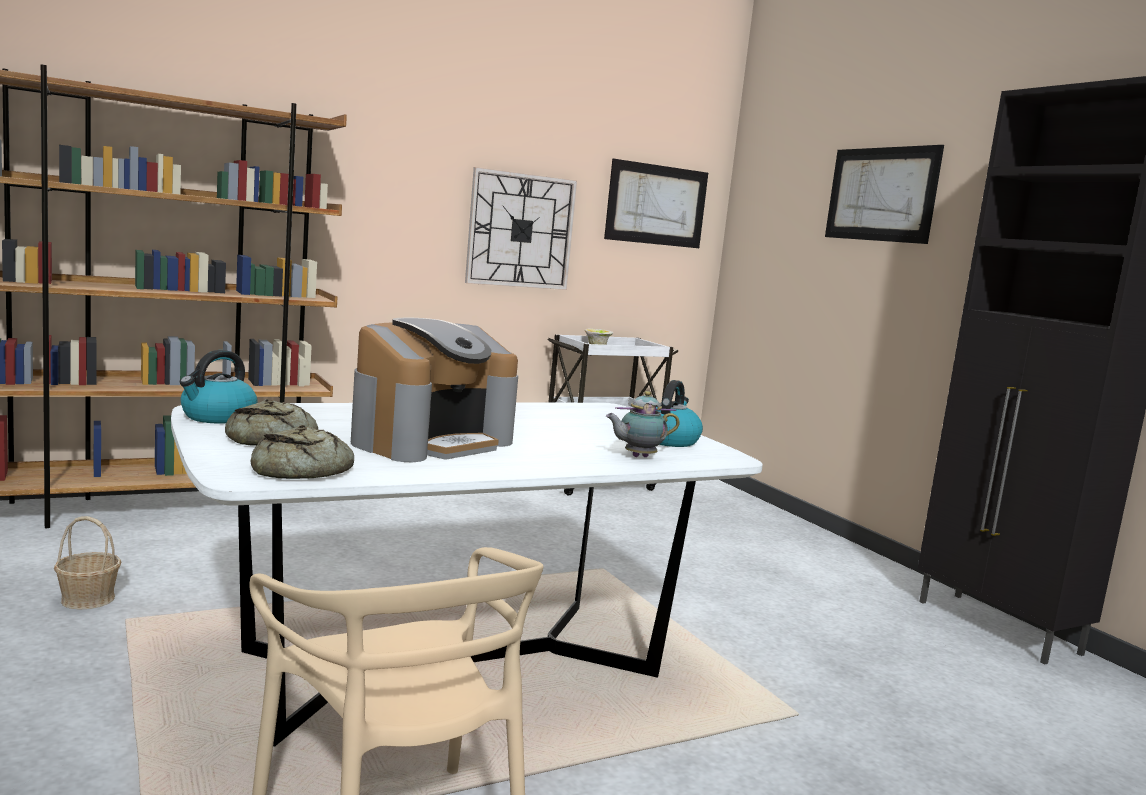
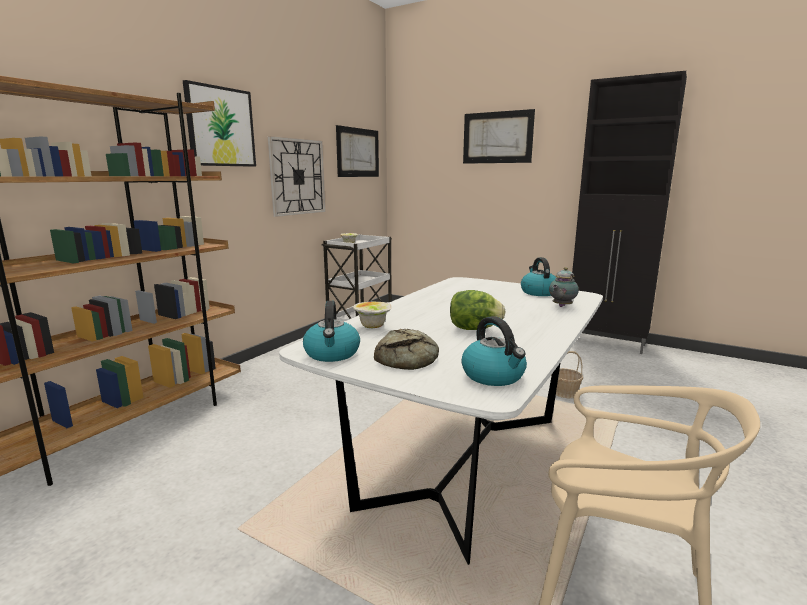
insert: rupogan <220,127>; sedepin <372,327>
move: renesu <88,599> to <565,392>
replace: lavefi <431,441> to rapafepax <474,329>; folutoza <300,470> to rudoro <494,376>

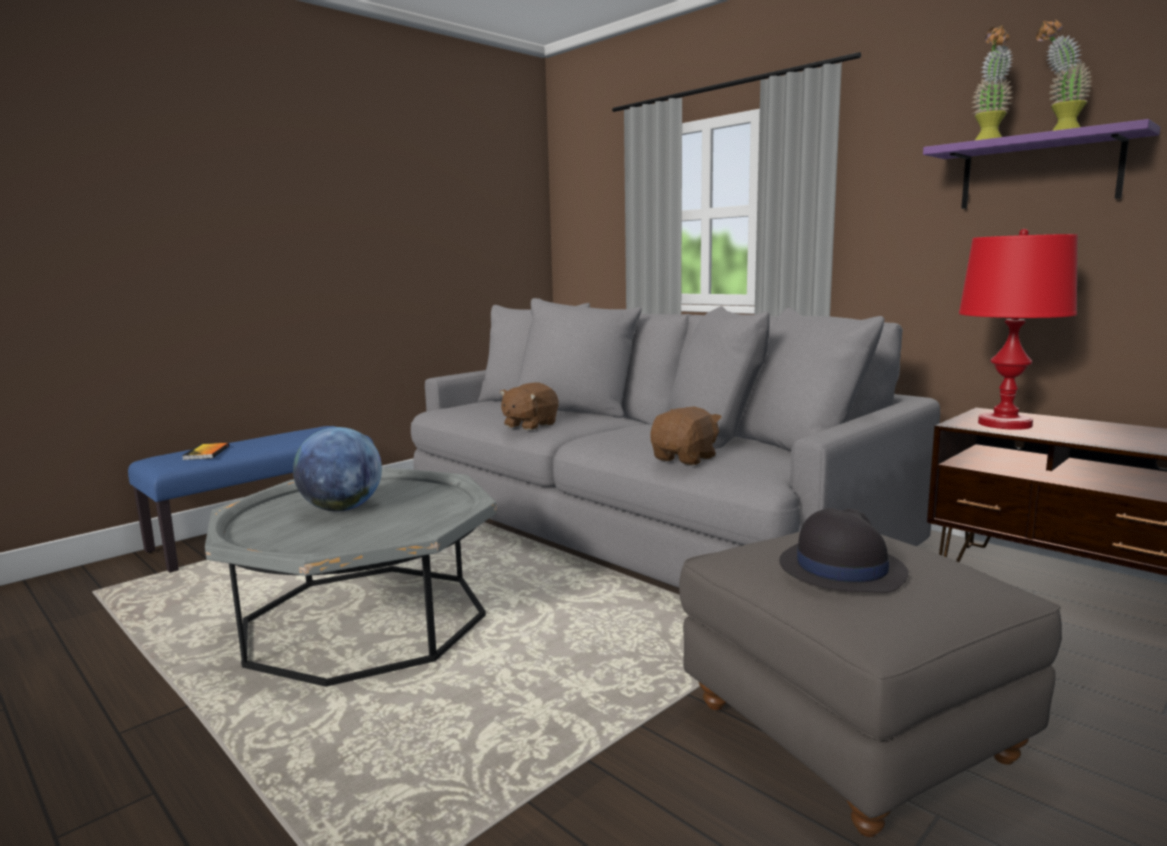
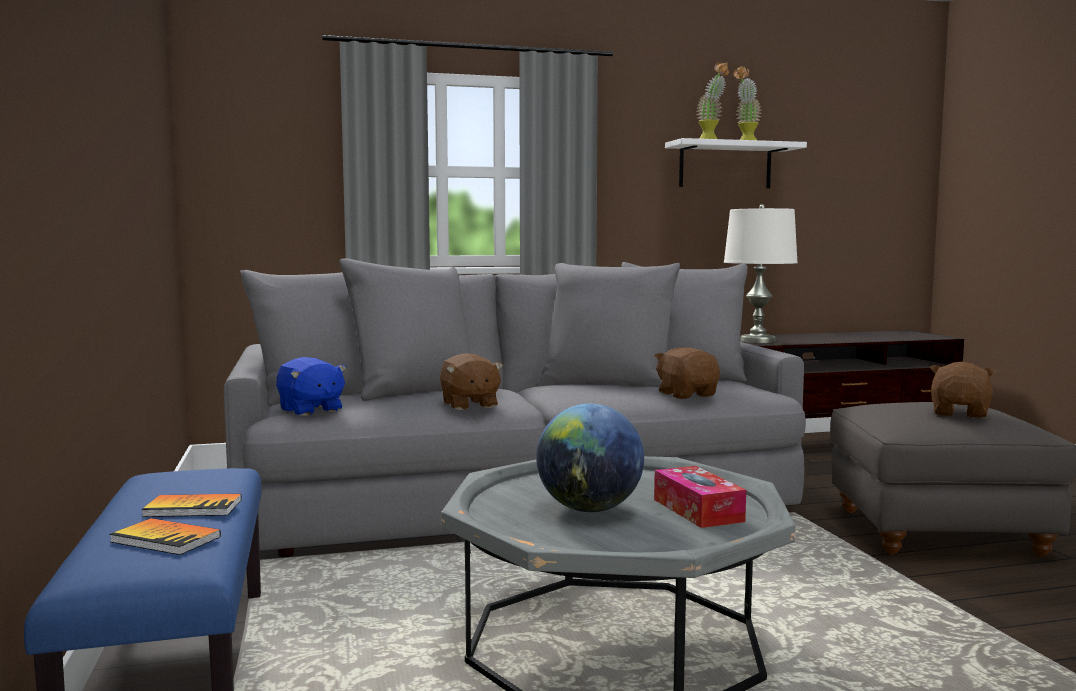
insert: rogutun <193,508>; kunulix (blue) <310,410>; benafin <697,510>
replace: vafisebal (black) <840,568> to kunulix (brown) <960,413>
recolor: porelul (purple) <1039,172> to porelul (white) <725,166>; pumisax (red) <1004,424> to pumisax (white) <757,341>

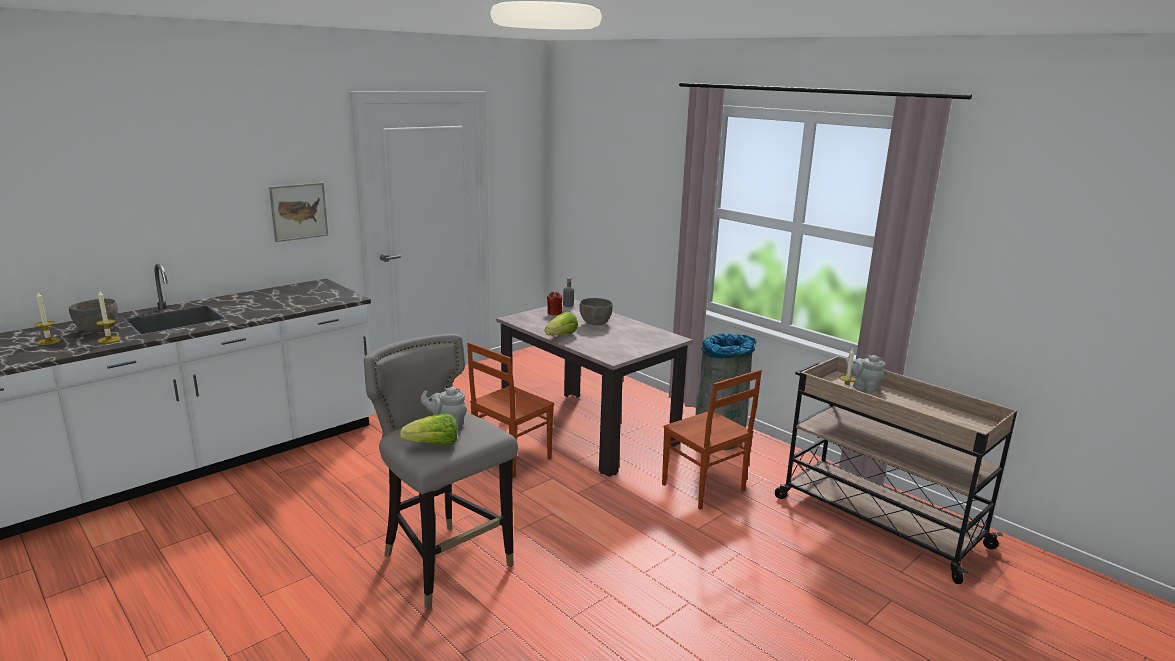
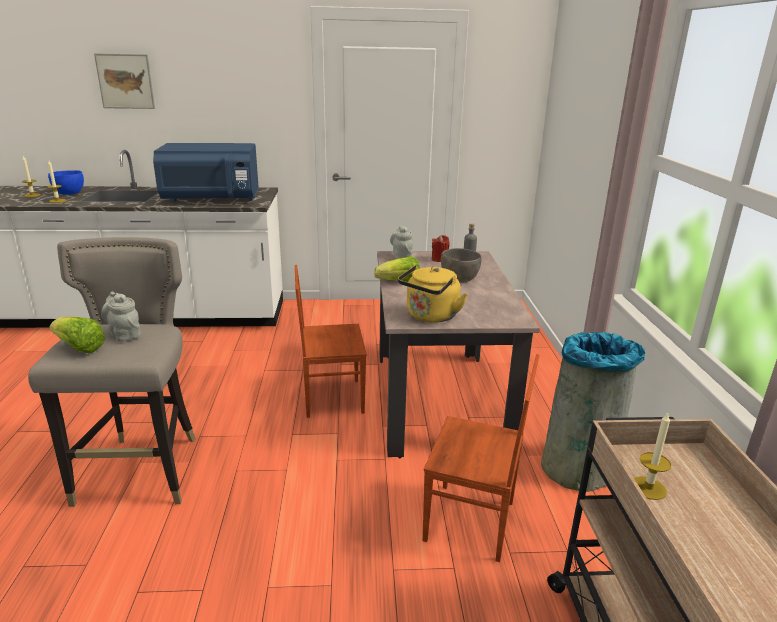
insert: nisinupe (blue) <212,199>; rudoro (yellow) <430,316>
move: rupogan <299,211> to <125,81>; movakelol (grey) <863,387> to <401,257>
recolor: sedepin (grey) <98,330> to sedepin (blue) <69,194>
rotate: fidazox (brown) <703,488> = <471,522> 75 degrees counterclockwise

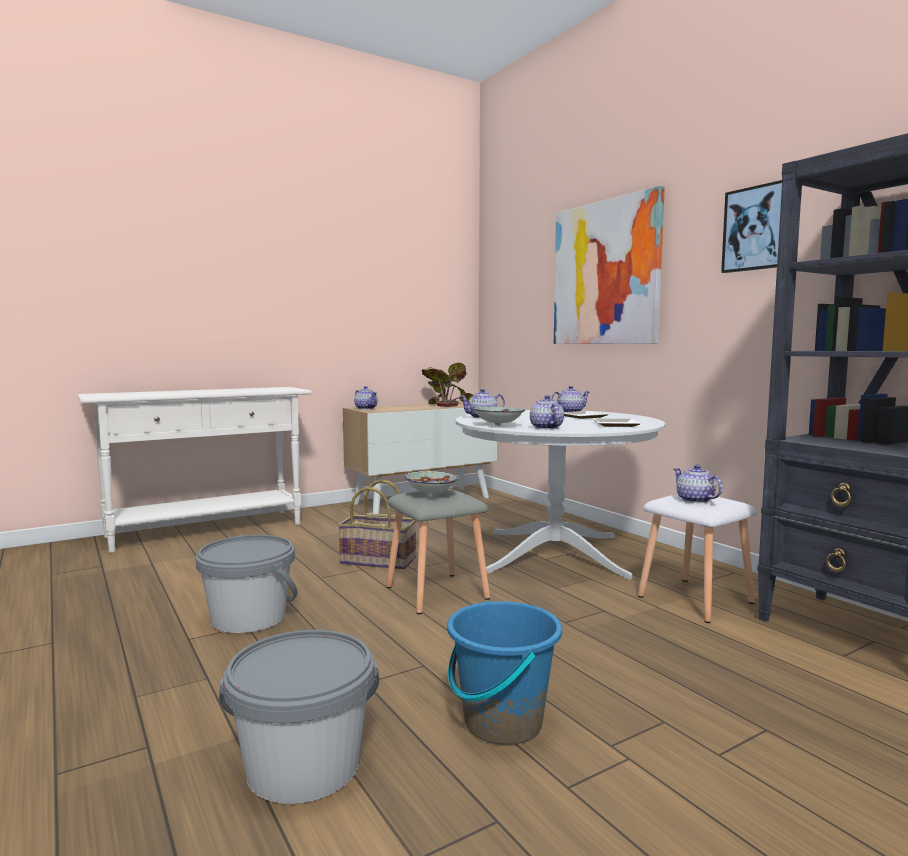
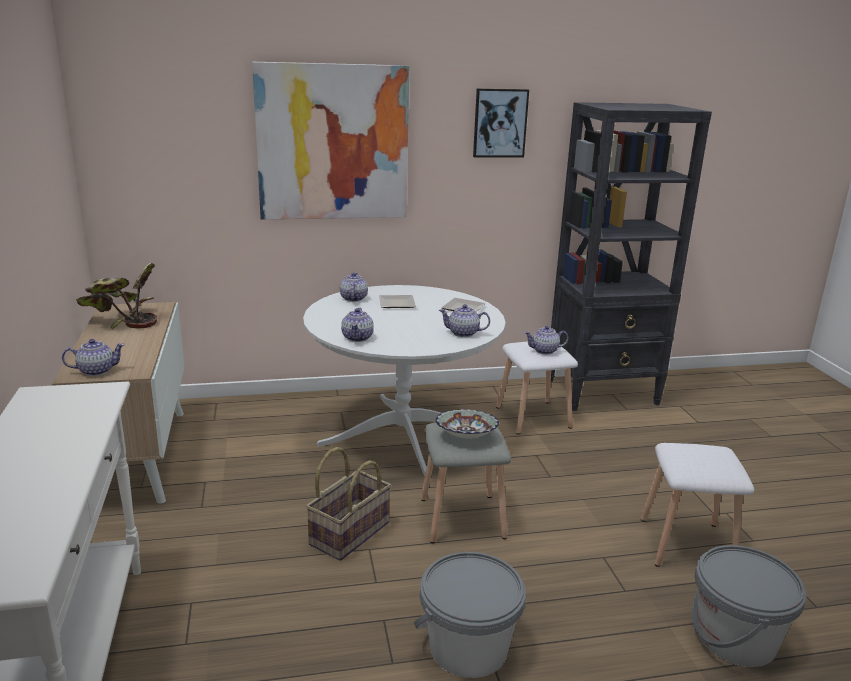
delete: sedepin <497,425>
replace: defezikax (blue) <502,723> to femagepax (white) <688,543>

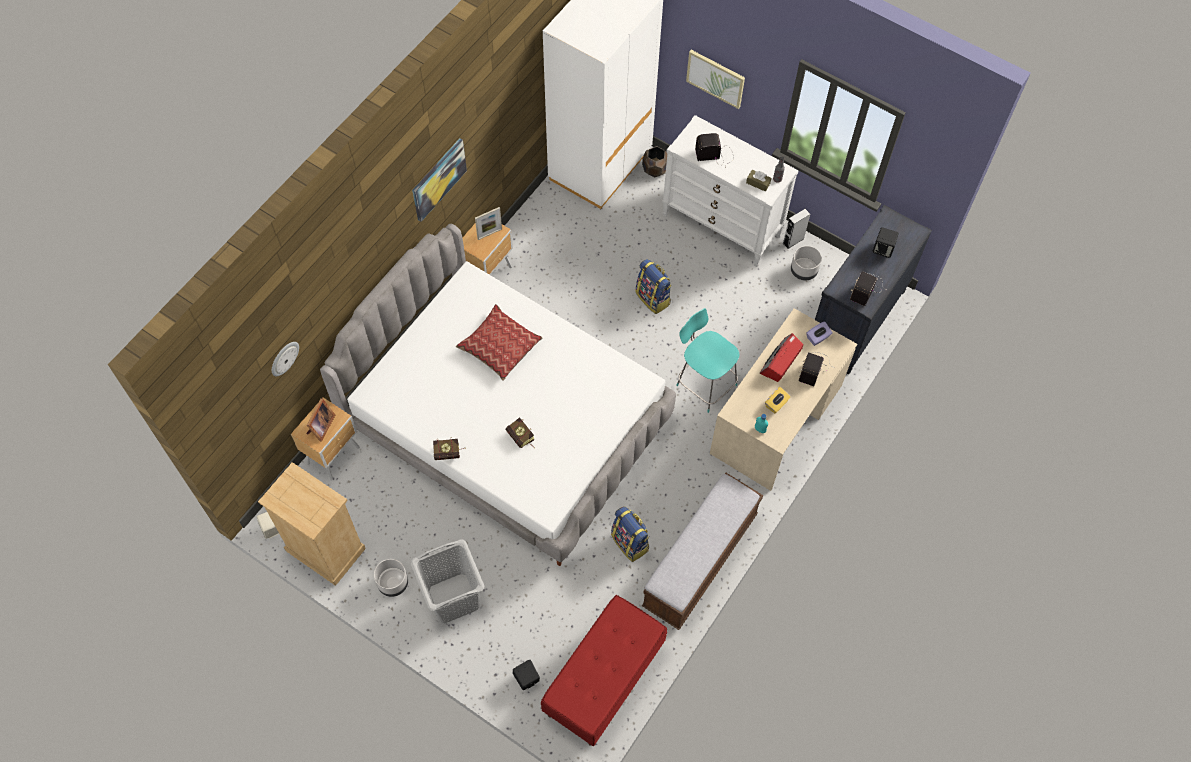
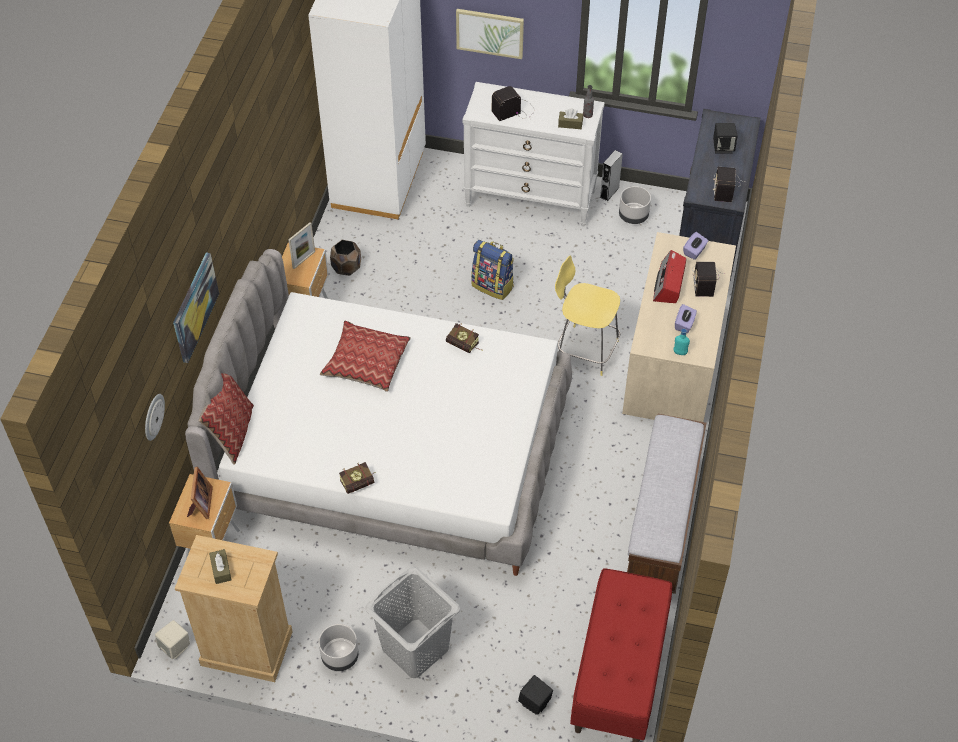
delete: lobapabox <630,542>
insert: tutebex <232,433>; benafin (brown) <221,569>
move: rupogan <438,179> to <194,307>; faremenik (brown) <655,169> to <347,267>; rogutun <522,439> to <465,346>
recolor: femagepax (turquoise) <705,383> to femagepax (yellow) <585,349>; benafin (yellow) <776,404> to benafin (purple) <684,324>

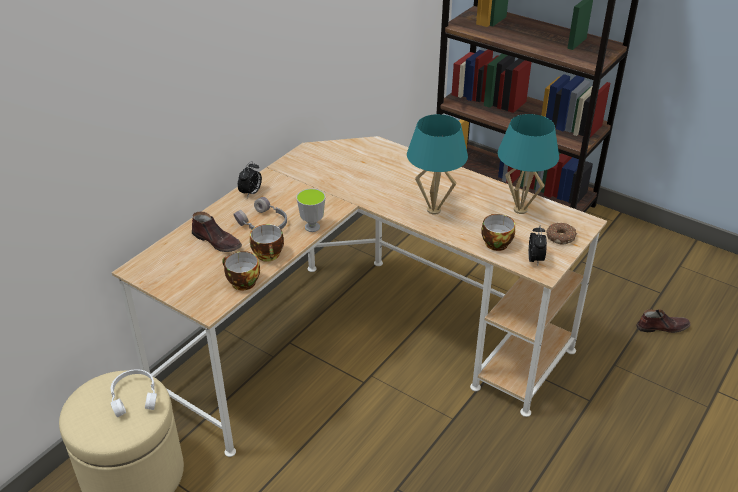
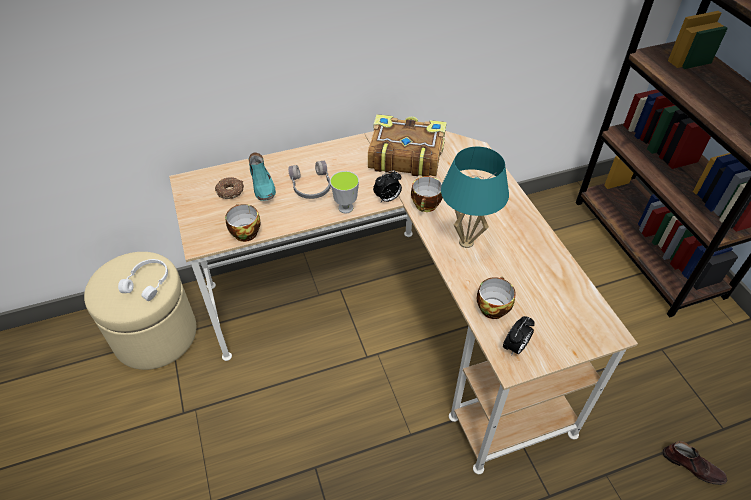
delete: pumisax (turquoise) <520,210>
insert: rogutun <405,155>
move: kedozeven <560,237> to <231,191>; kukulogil <251,193> to <387,199>; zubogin <269,255> to <426,206>
recolor: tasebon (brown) <217,241> to tasebon (turquoise) <263,185>

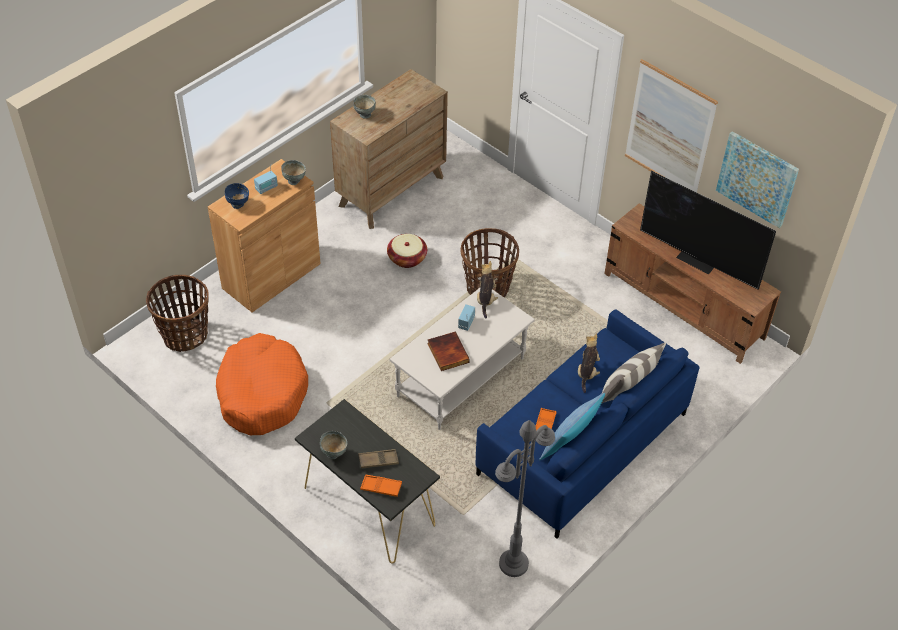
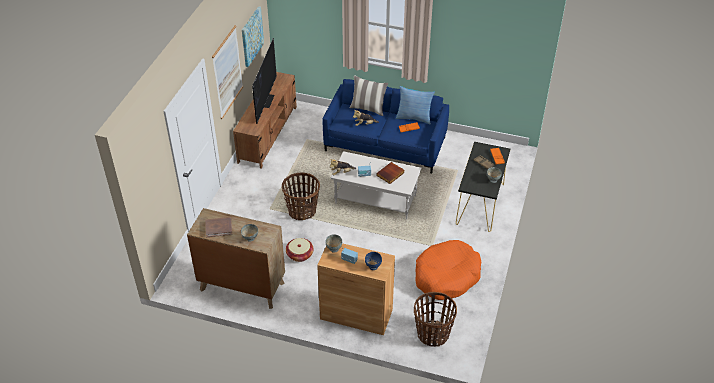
delete: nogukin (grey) <513,564>
insert: rogutun (brown) <218,228>

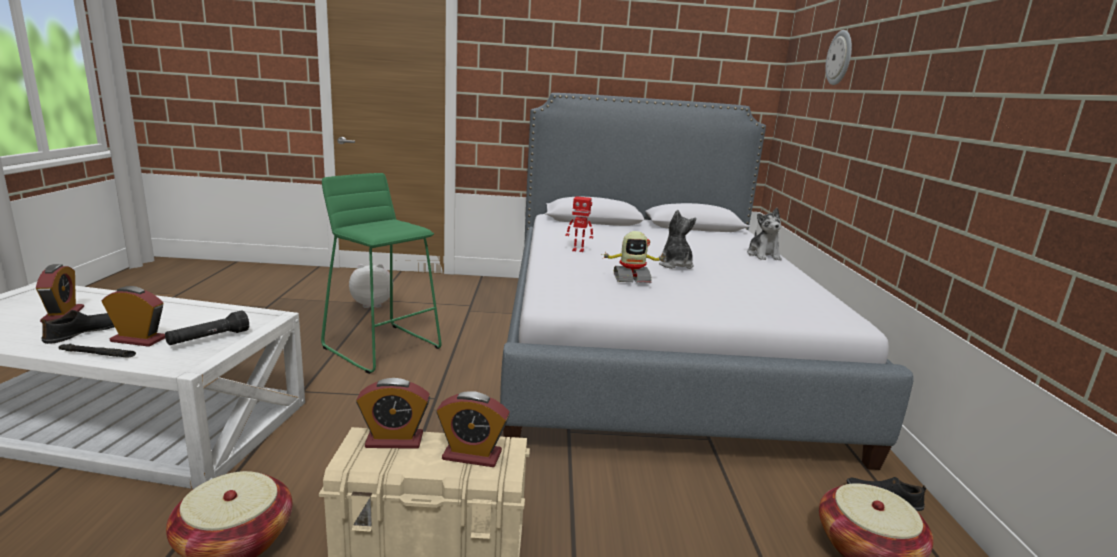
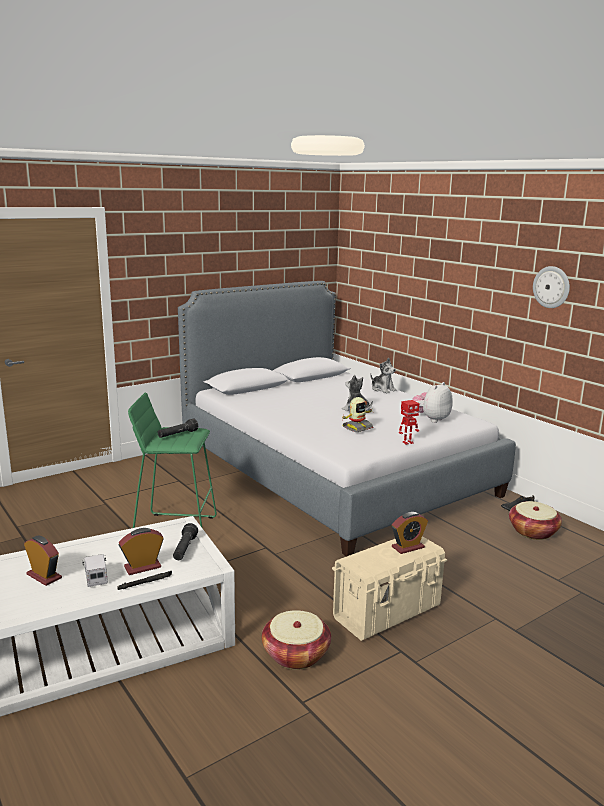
delete: kukulogil <394,440>
insert: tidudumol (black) <177,435>
move: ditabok <578,250> to <407,442>; kunulix <372,304> to <431,419>; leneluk <840,58> to <551,287>
replace: tasebon (black) <88,331> to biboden <96,577>

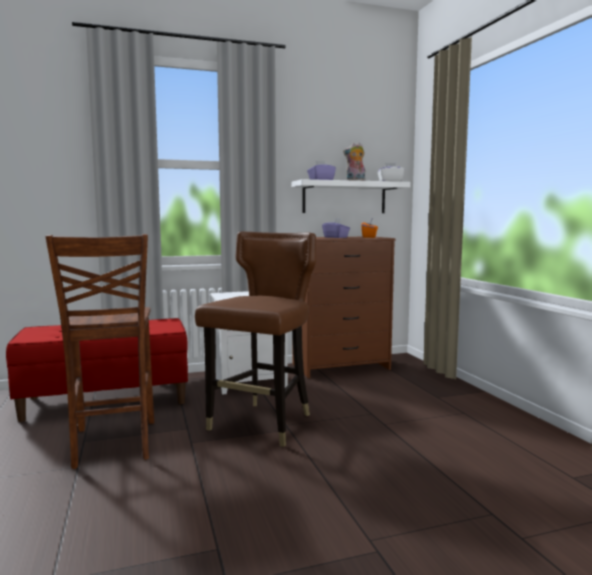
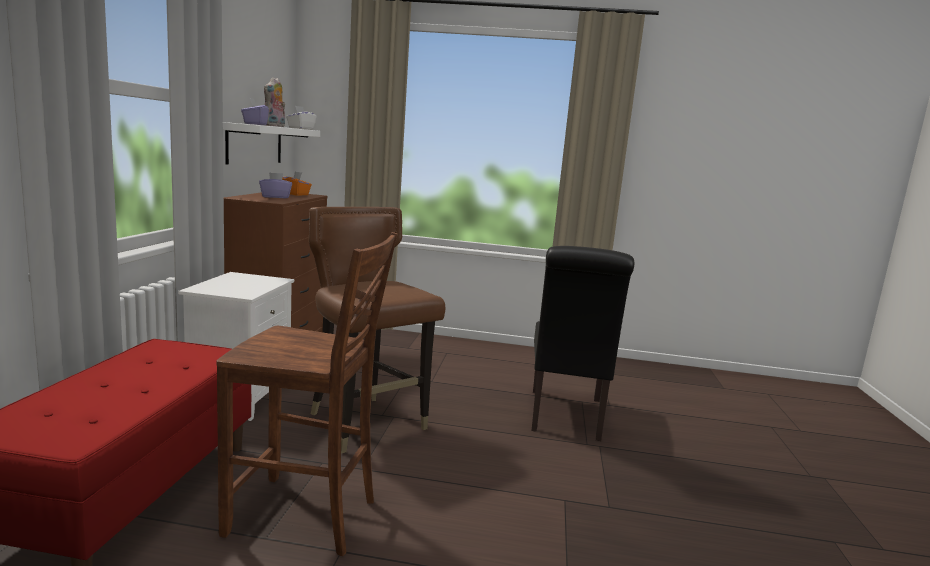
insert: fidazox (black) <565,417>

